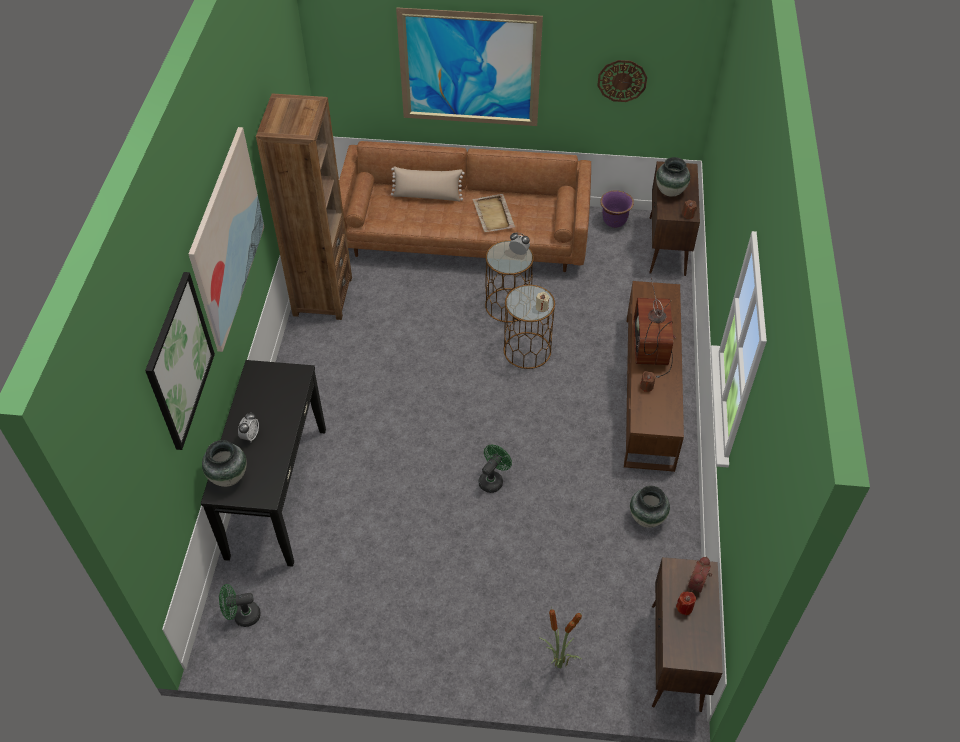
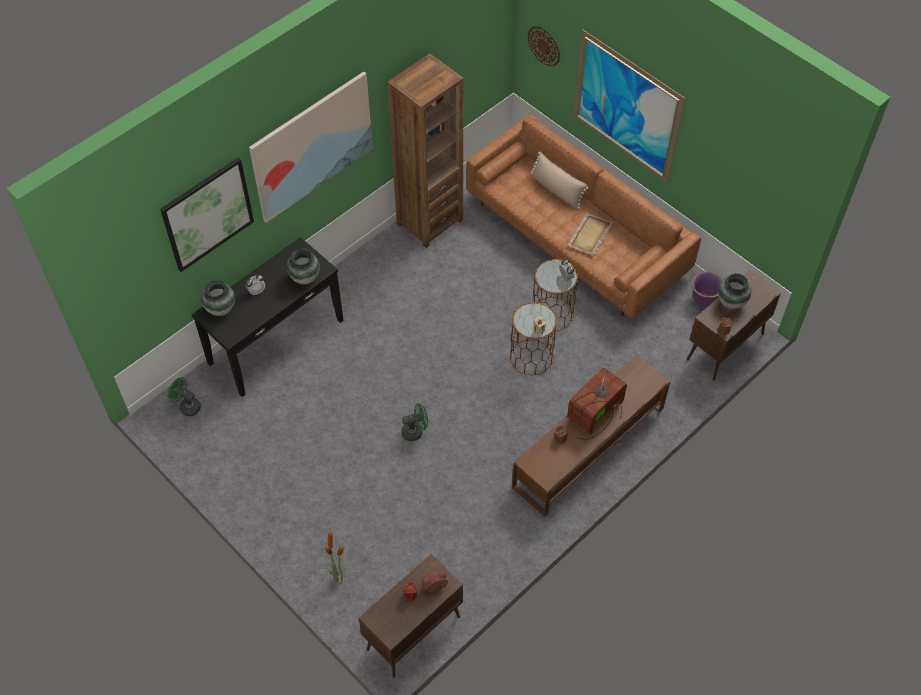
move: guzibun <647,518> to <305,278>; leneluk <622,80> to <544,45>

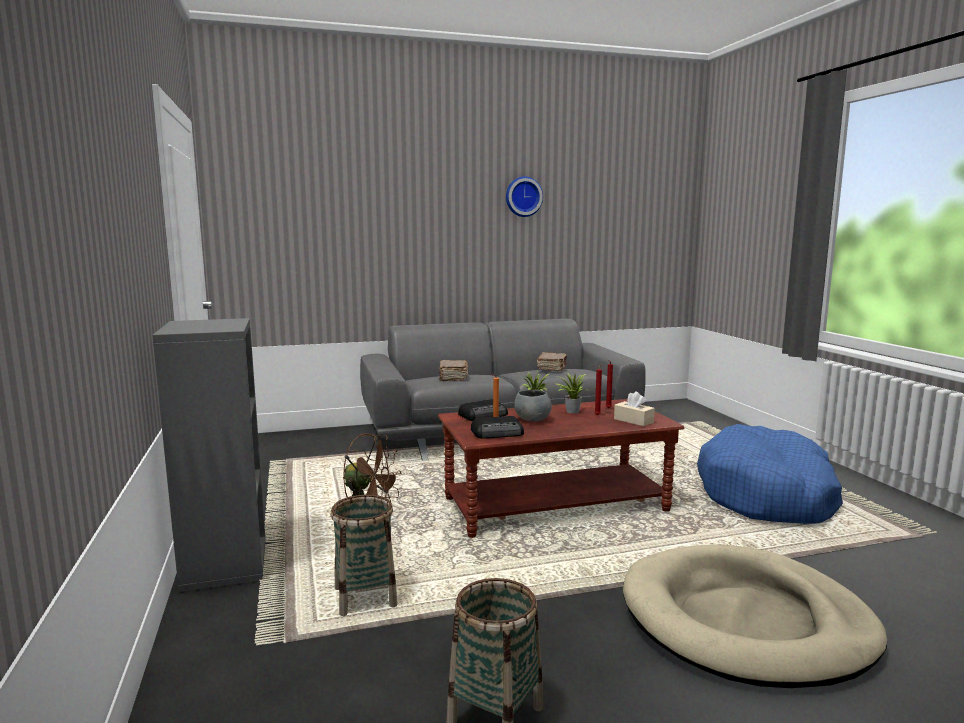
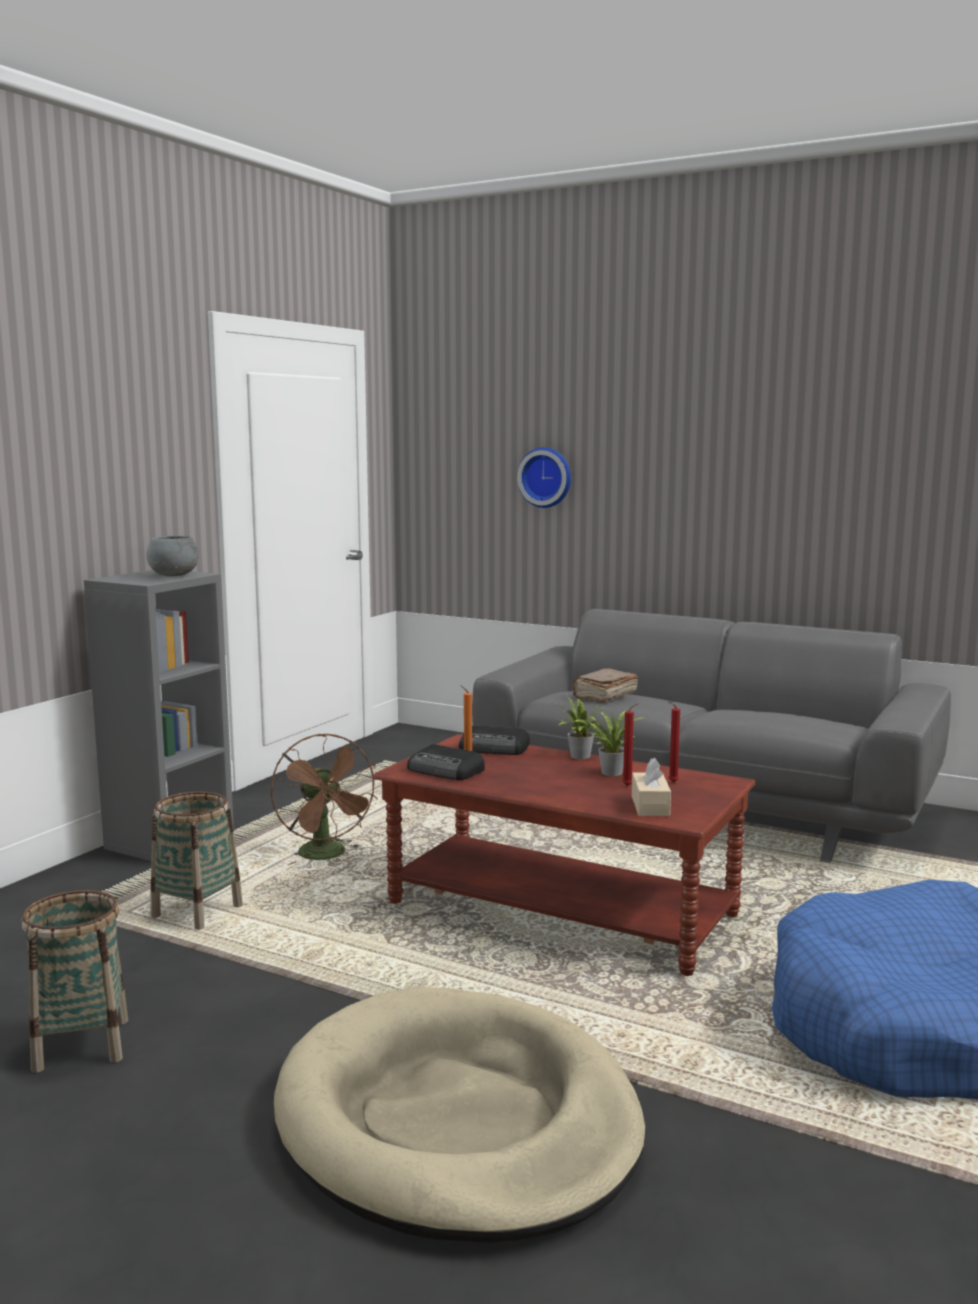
delete: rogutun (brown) <552,368>
move: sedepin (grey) <532,420> to <174,575>; leneluk <523,197> to <546,477>

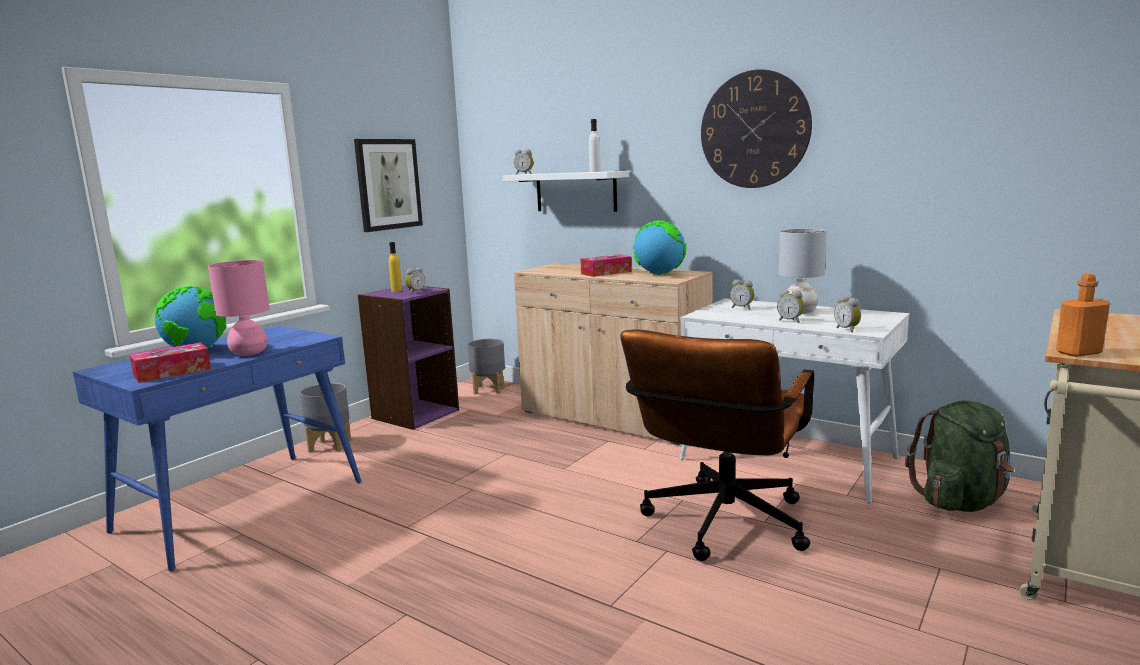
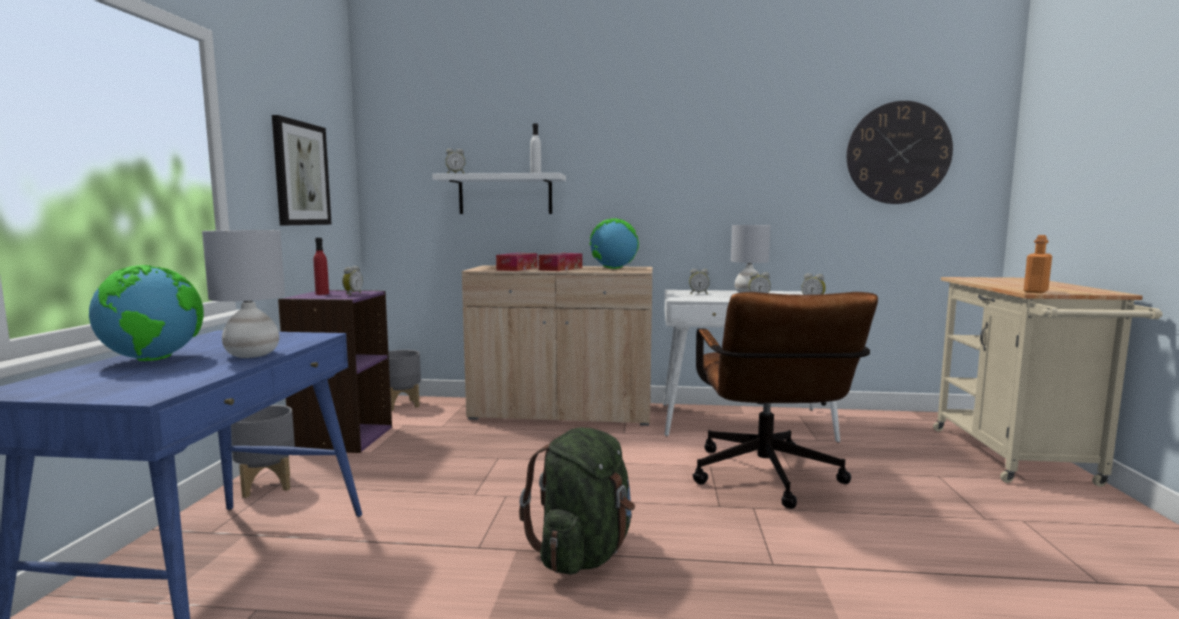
move: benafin <172,372> to <517,269>; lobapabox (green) <960,502> to <584,553>; leneluk <754,130> to <898,153>
recolor: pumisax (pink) <249,353> to pumisax (grey) <252,355>; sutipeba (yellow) <396,290> to sutipeba (red) <322,294>

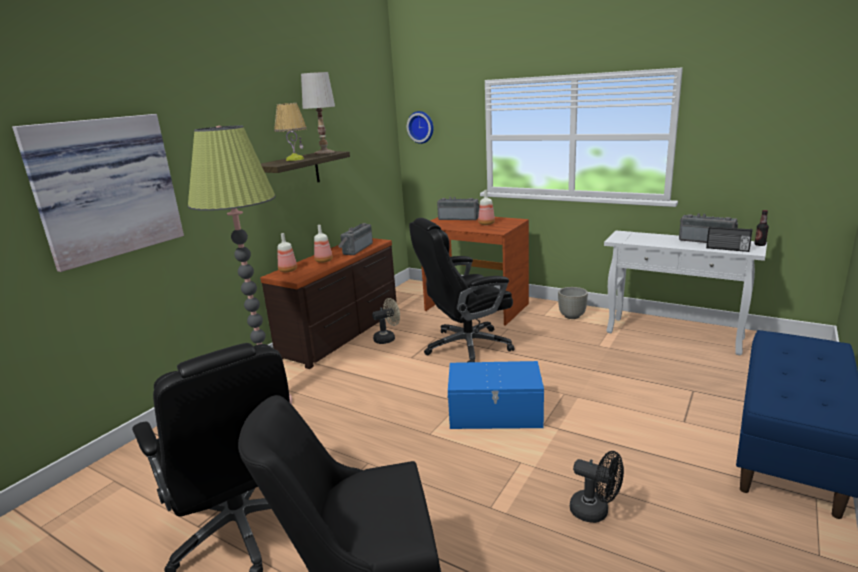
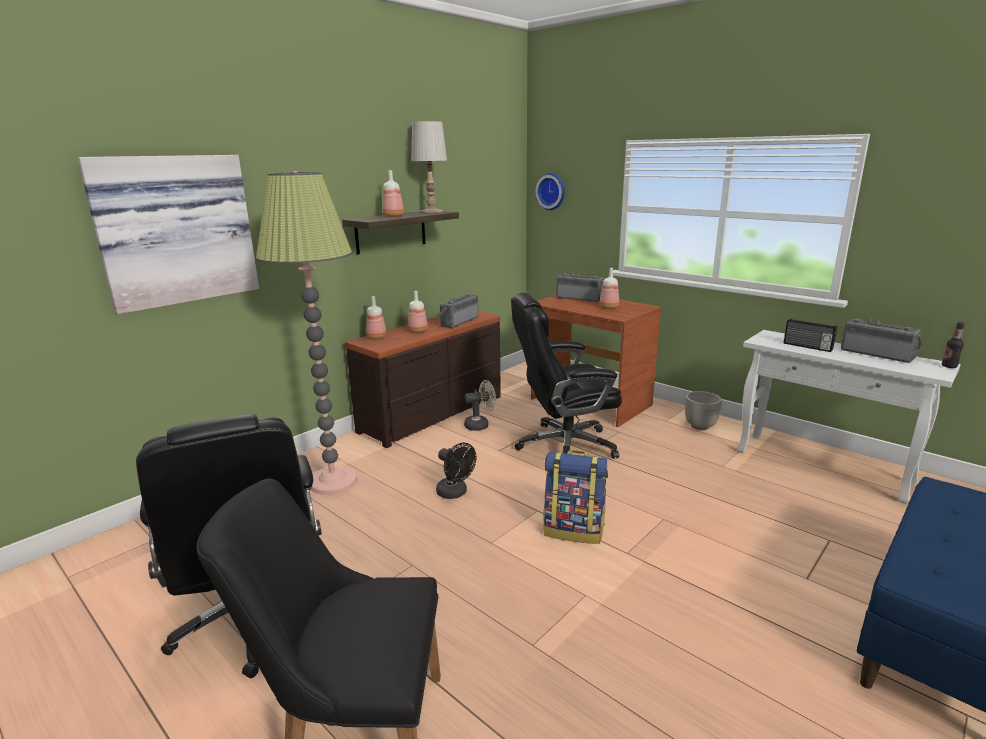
move: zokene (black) <595,512> to <455,493>; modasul <727,249> to <807,347>
replace: pumisax <294,159> to sutipeba <394,216>; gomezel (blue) <495,413> to lobapabox <574,530>

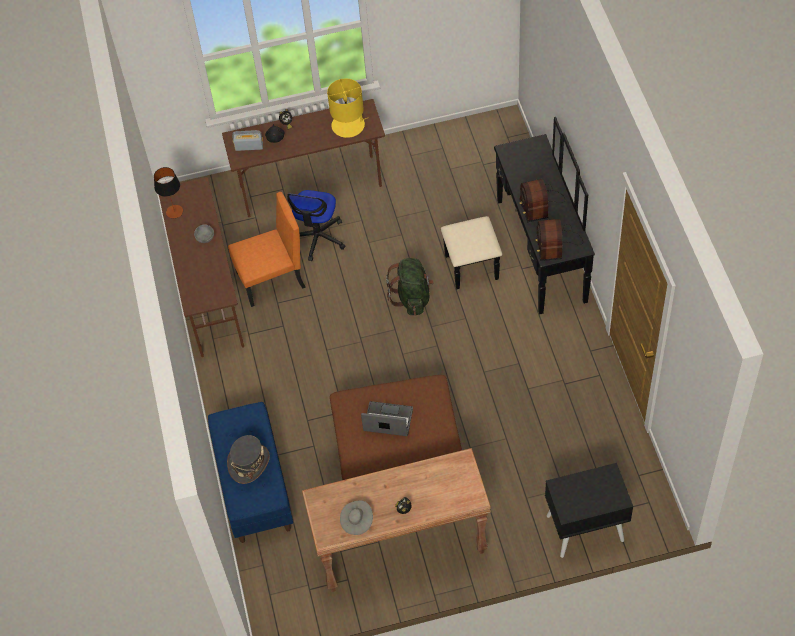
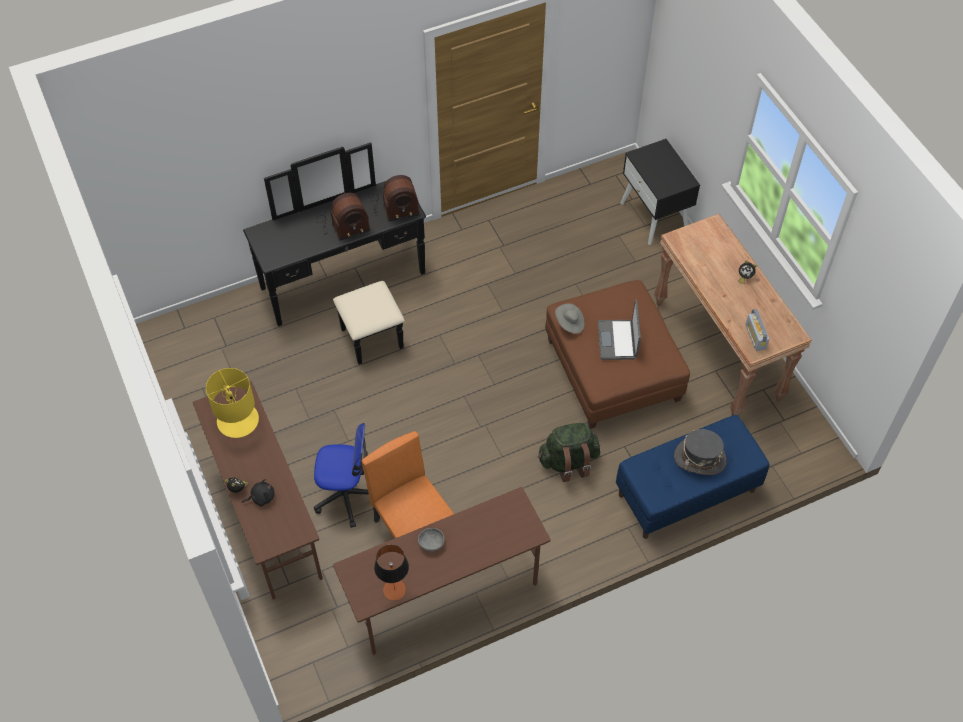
move: lobapabox (green) <412,297> to <568,461>; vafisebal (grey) <357,521> to <569,323>; modasul <249,147> to <755,337>

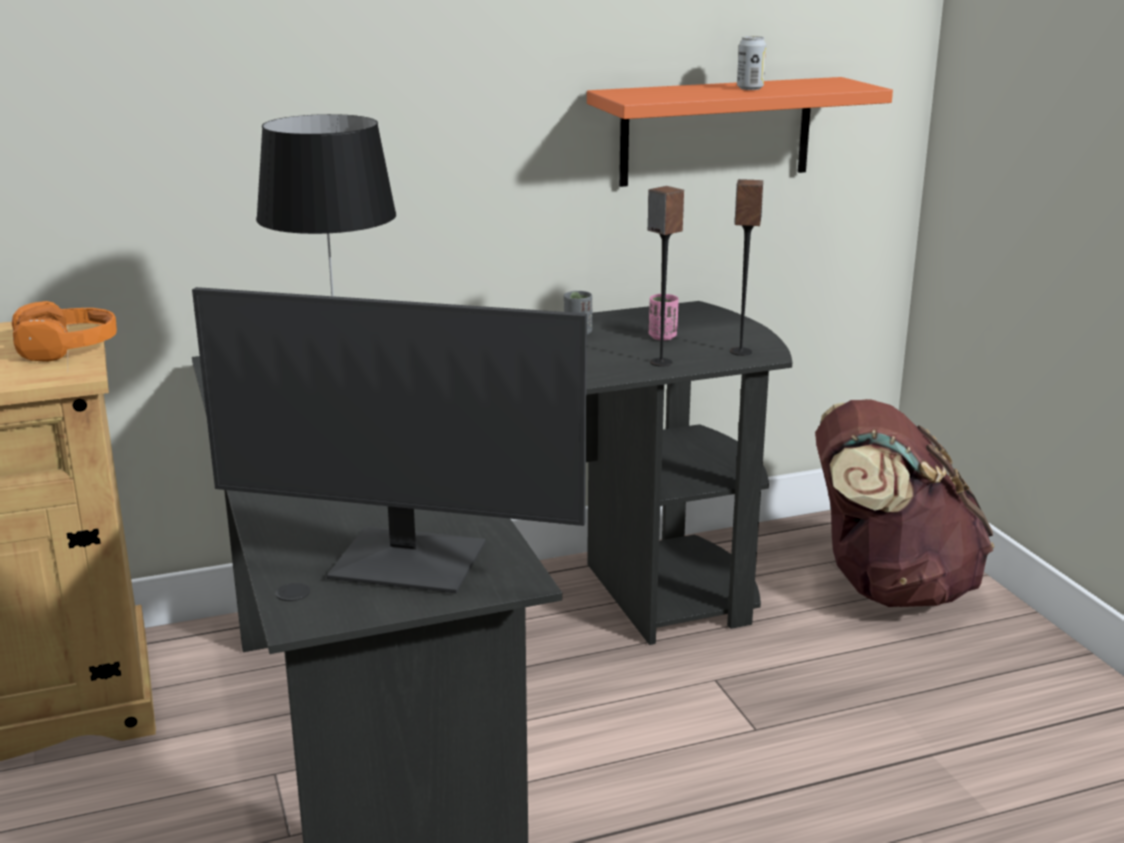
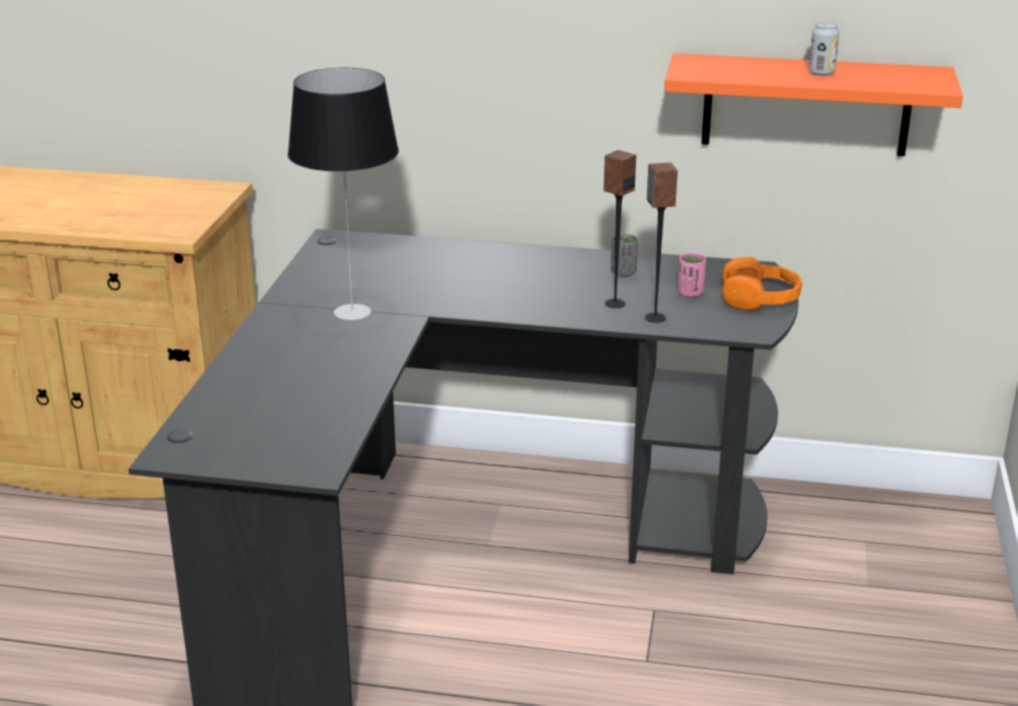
delete: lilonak <407,562>; lobapabox (brown) <888,587>
move: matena <740,352> to <614,303>; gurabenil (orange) <68,348> to <760,299>

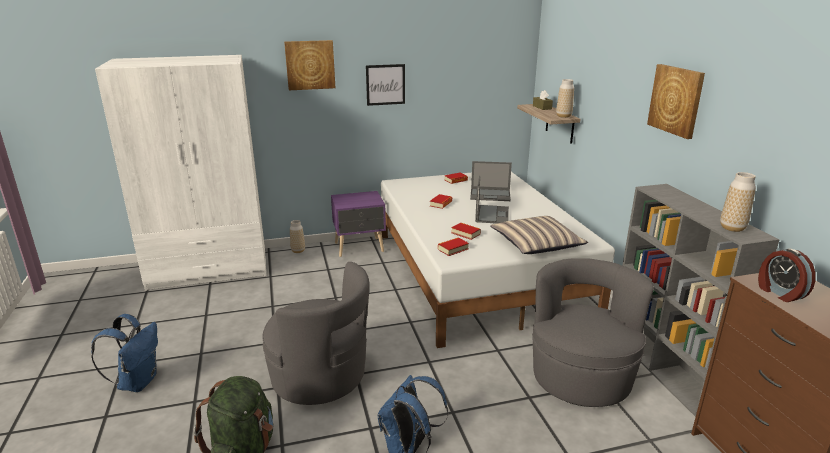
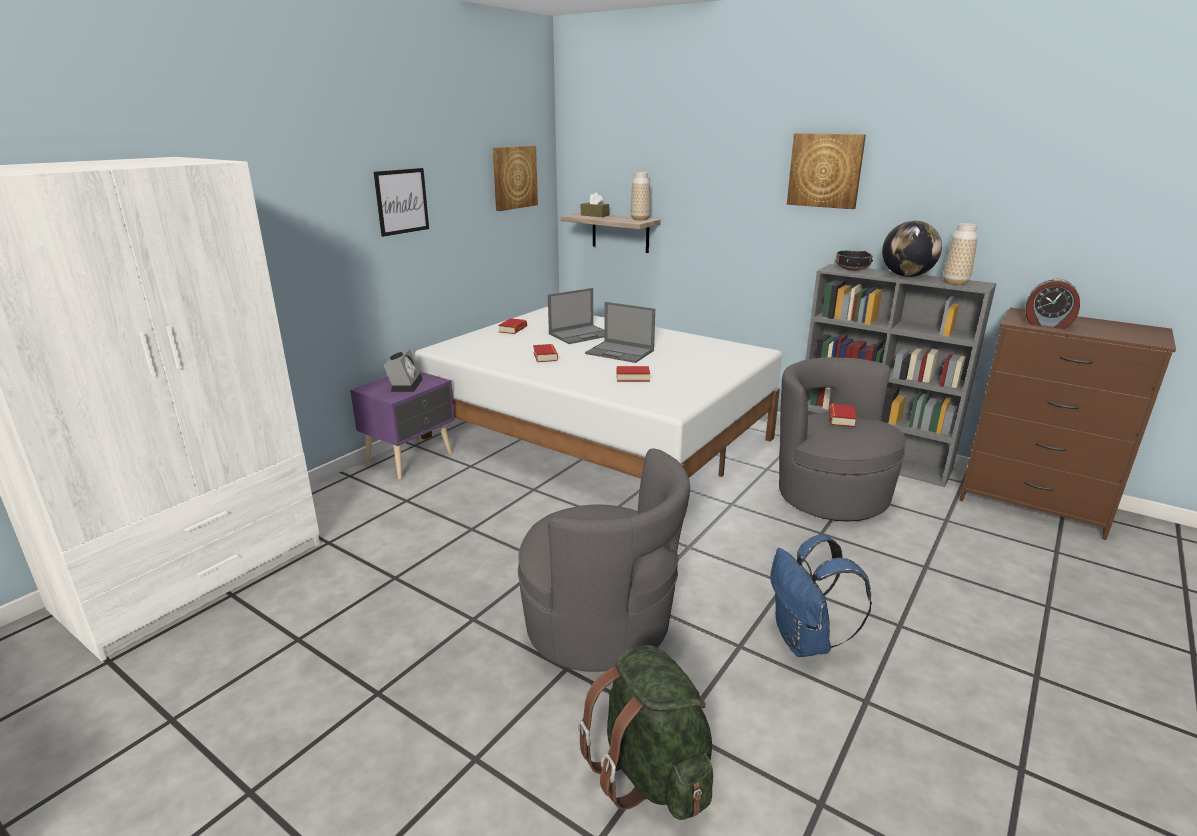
delete: lobapabox (blue) <137,382>; guzibun <298,251>; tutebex <536,244>
insert: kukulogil <405,384>; sedepin (black) <851,269>; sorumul <906,276>
move: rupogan <310,65> to <514,177>; rogutun <453,249> to <841,419>
rotate: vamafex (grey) <321,377> = <601,626> 45 degrees clockwise; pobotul <492,214> = <620,352> 150 degrees clockwise

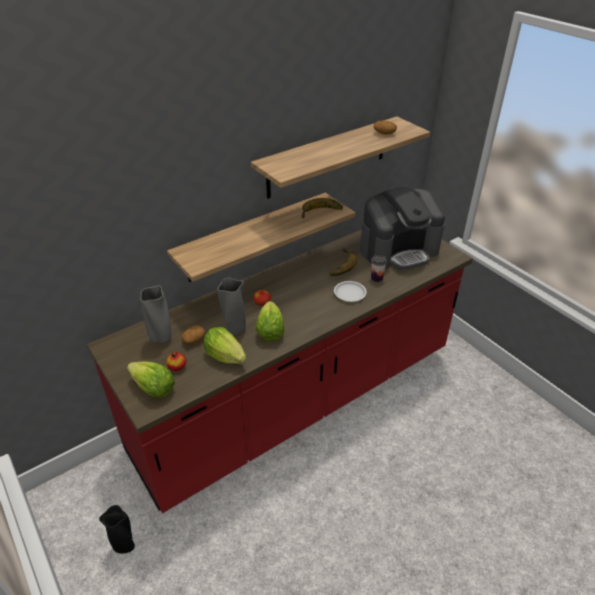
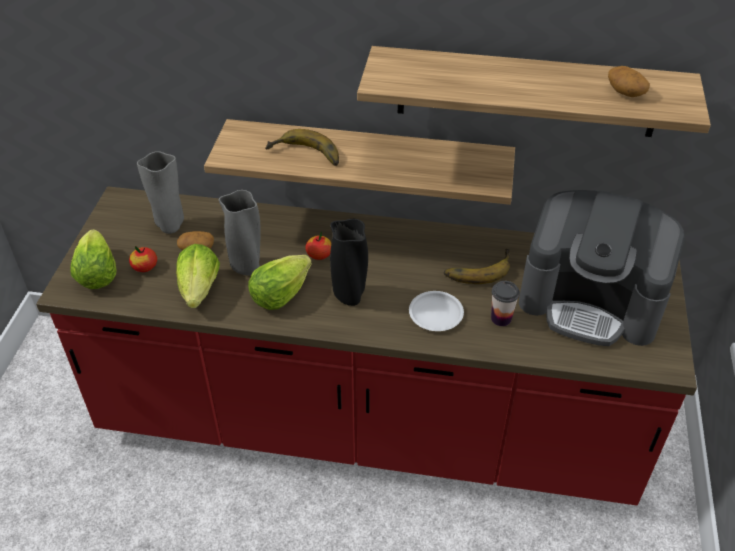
move: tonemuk <322,213> to <304,156>; guzibun (black) <125,546> to <350,296>

